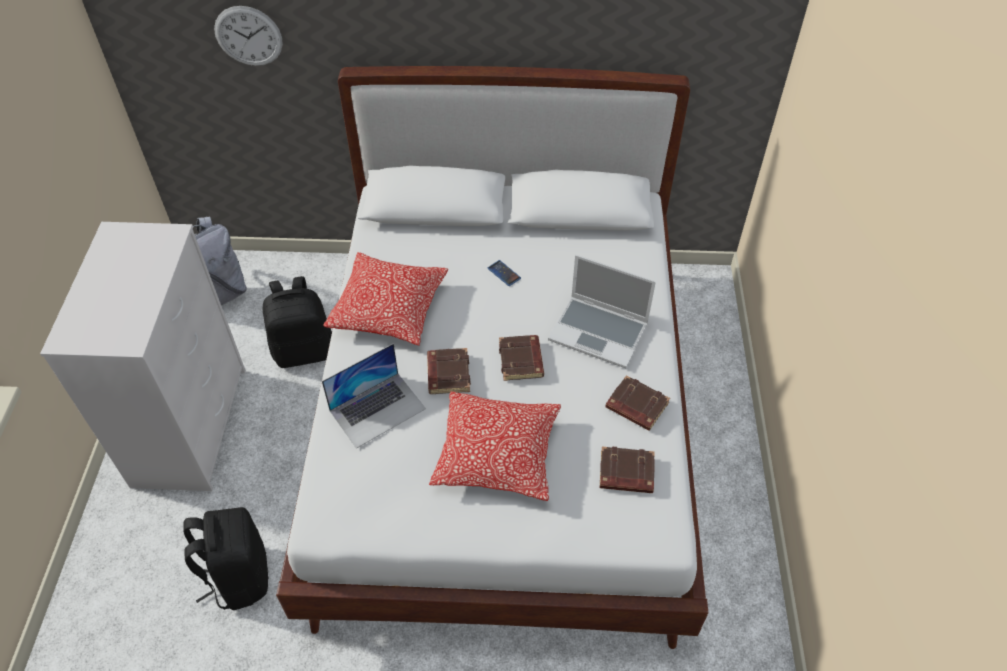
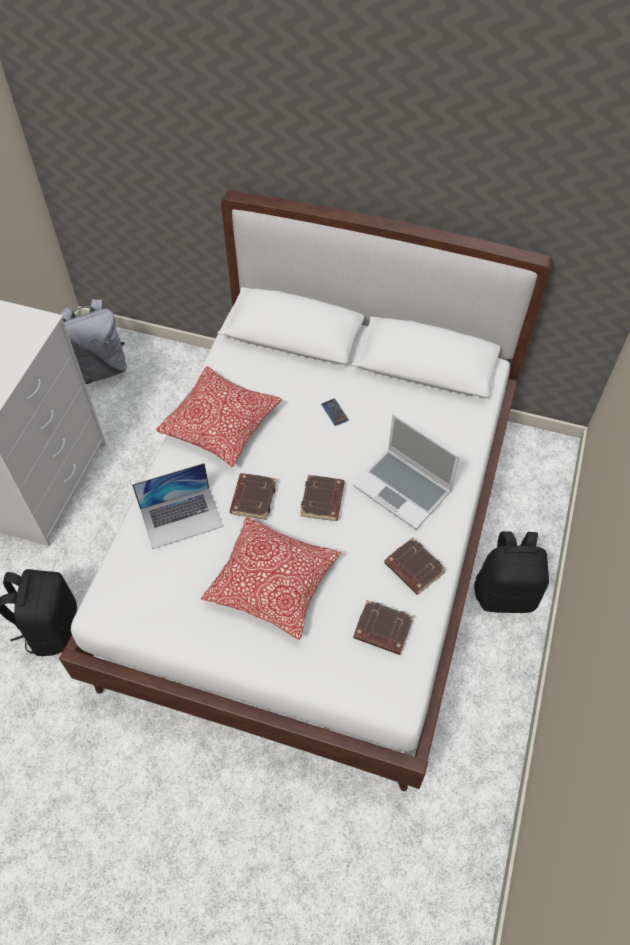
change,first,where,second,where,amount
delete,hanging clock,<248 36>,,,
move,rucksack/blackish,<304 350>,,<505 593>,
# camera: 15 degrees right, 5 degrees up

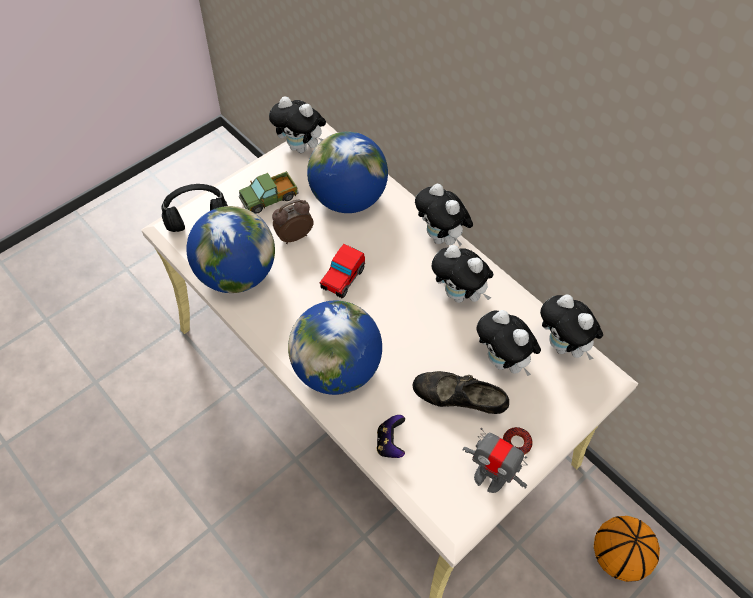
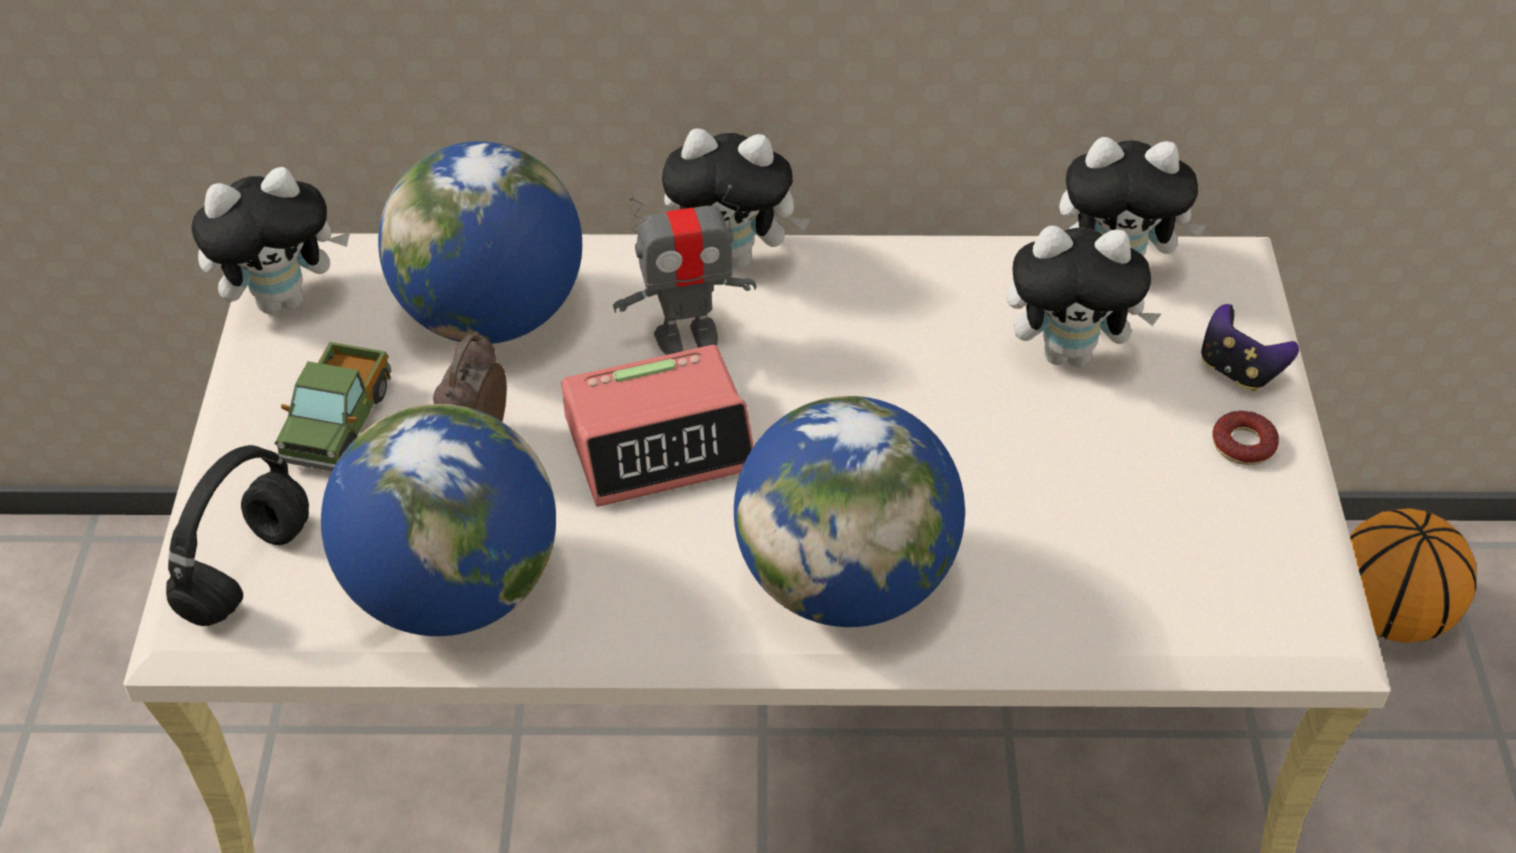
change,first,where,second,where,amount
delete,shoe/blackish,<457 401>,,,
delete,cuddly toy,<459 295>,,,
move,game controller,<390 443>,,<1238 371>,
move,robot figure,<489 478>,,<687 337>,
replace,toy car,<342 279>,bedside clock,<660 442>,
# camera: 45 degrees left, 10 degrees down

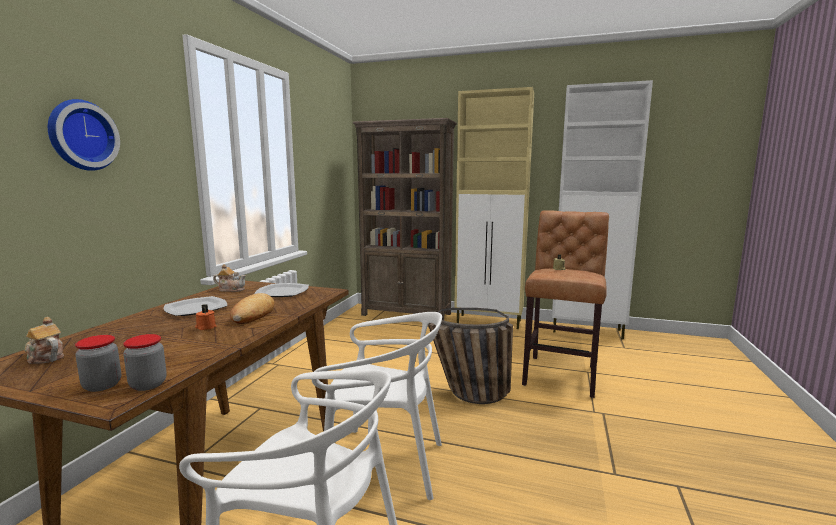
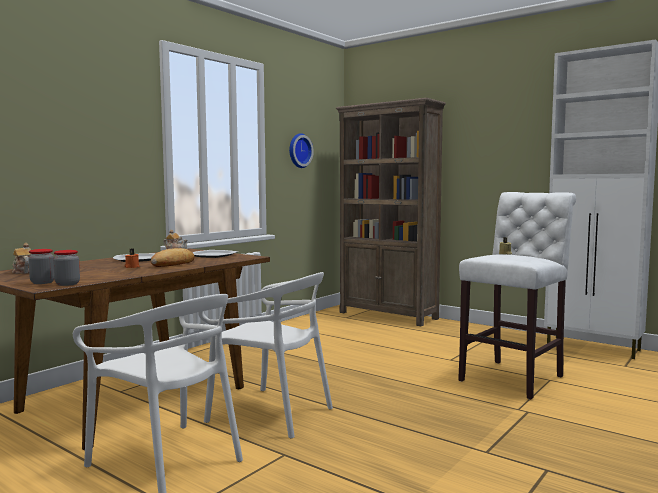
change,first,where,second,where,amount
delete,basket,<466 394>,,,
delete,cabinet/beige,<489 322>,,,
move,hanging clock,<81 135>,,<298 151>,
recolor,sitting stool/brownish,<561 373>,sitting stool/whitish,<515 377>,
# camera: 20 degrees right, 5 degrees down

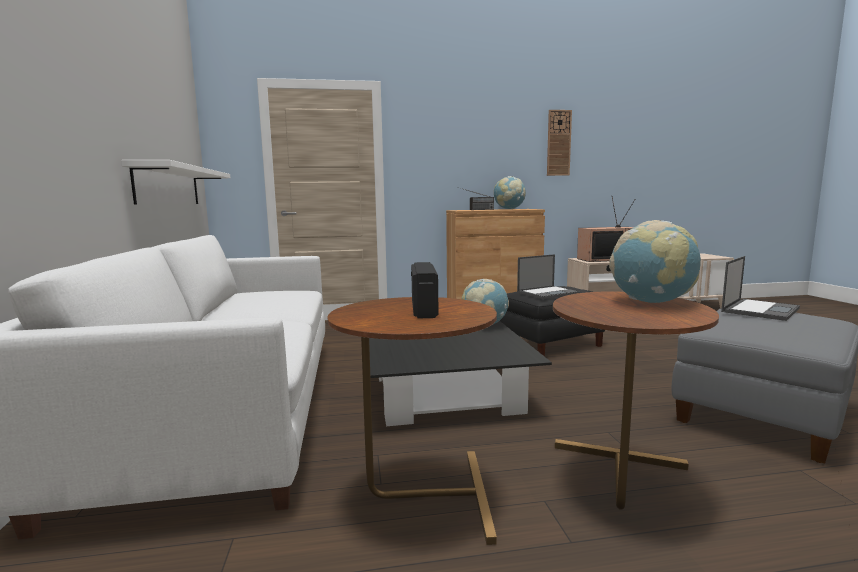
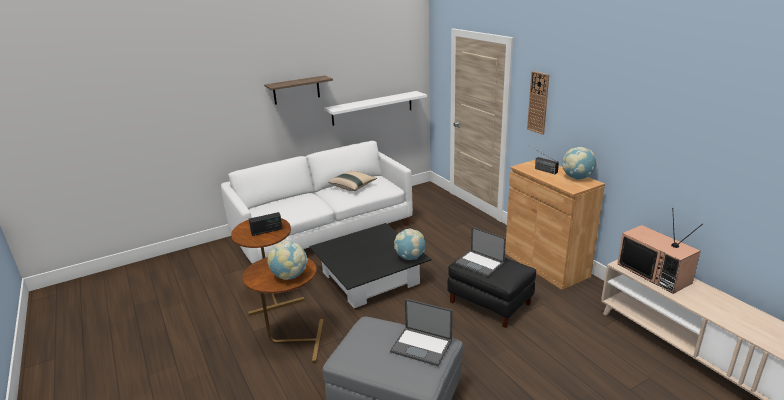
change,first,where,second,where,amount
insert,,,wall shelf,<296 90>,
insert,,,pillow/beige,<353 187>,
move,hanging clock,<558 143>,,<538 102>,
# camera: 70 degrees right, 15 degrees up

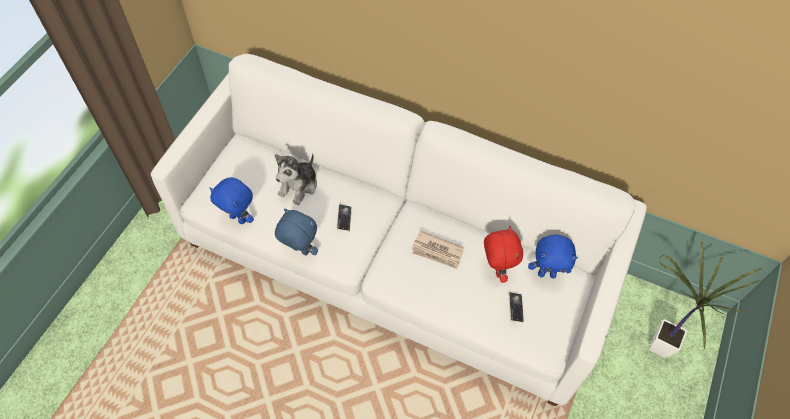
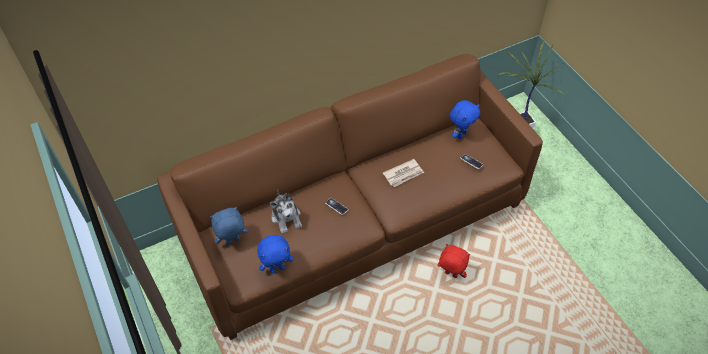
change,first,where,second,where,amount
move,cuddly toy/bluish,<299 251>,,<232 242>,
move,cuddly toy/reddish,<496 269>,,<450 275>,
recolor,sofa/whitish,<394 260>,sofa/brownish,<355 223>,
# camera: 50 degrees left, 5 degrees down

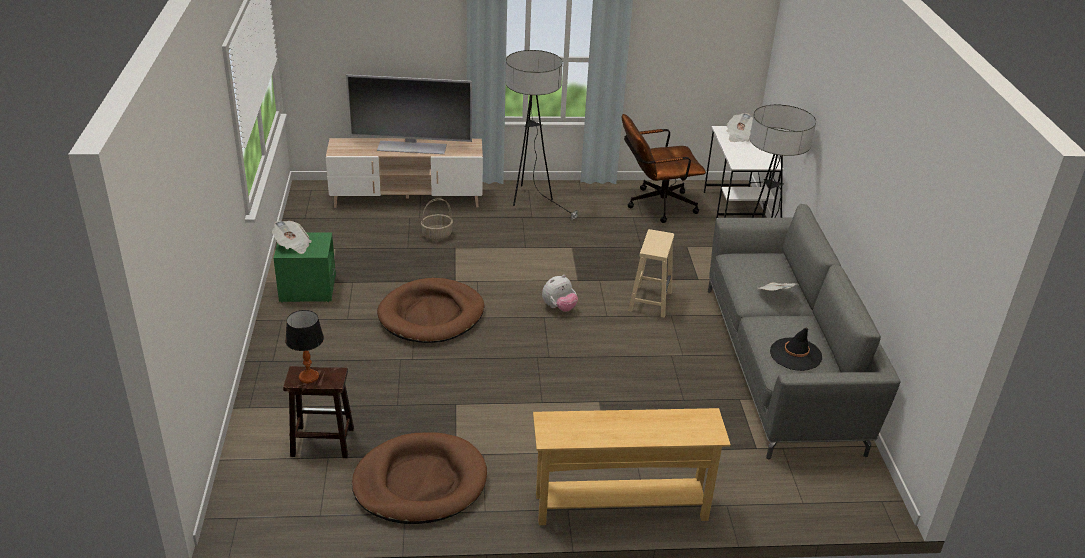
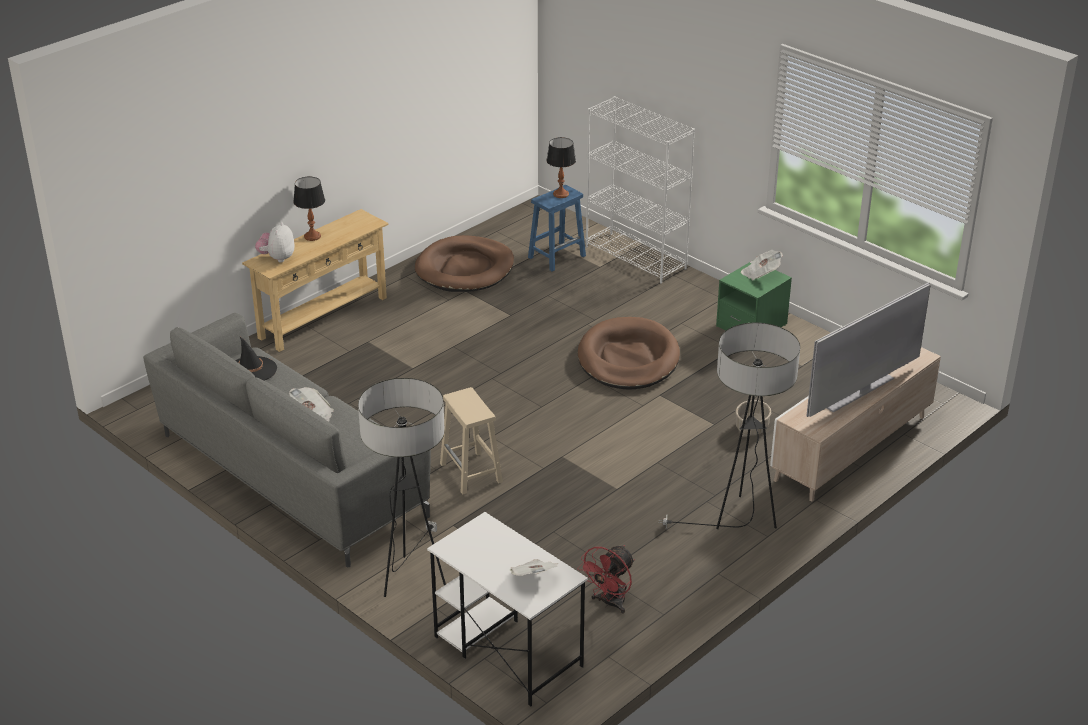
change,first,where,second,where,amount
insert,,,lamp for a table,<312 237>,
insert,,,bookshelf/whitish,<636 258>,
move,cuddly toy,<559 308>,,<277 258>,
replace,computer chair/brownish,<655 205>,fan/reddish,<609 603>,
recolor,sitting stool/brownish,<321 442>,sitting stool/bluish,<557 256>,
# camera: 140 degrees right, 0 degrees up

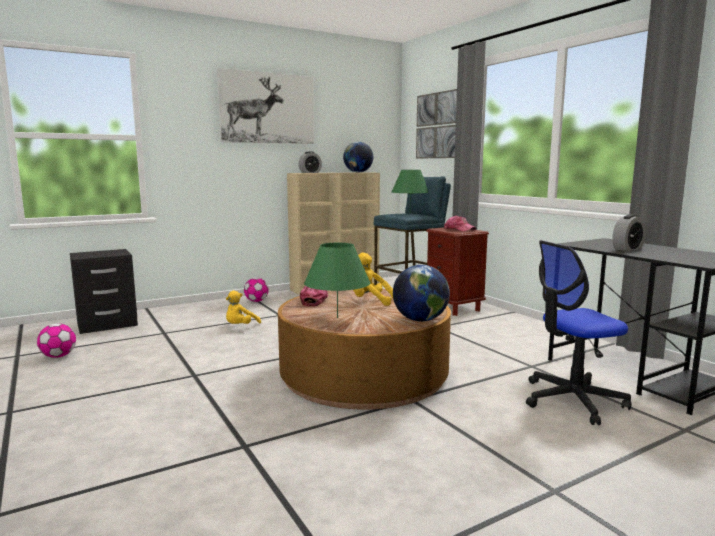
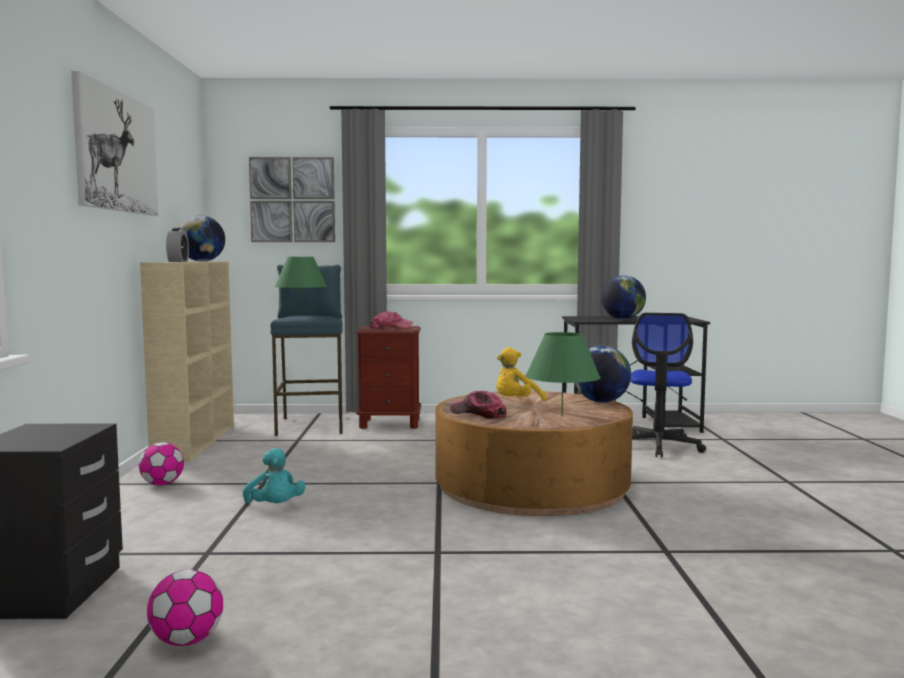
change,first,where,second,where,amount
replace,bedside clock,<627 249>,world globe,<622 319>,
recolor,cuddly toy/yellow-coloured,<240 327>,cuddly toy/turquoise,<275 507>,
# camera: 60 degrees left, 5 degrees down

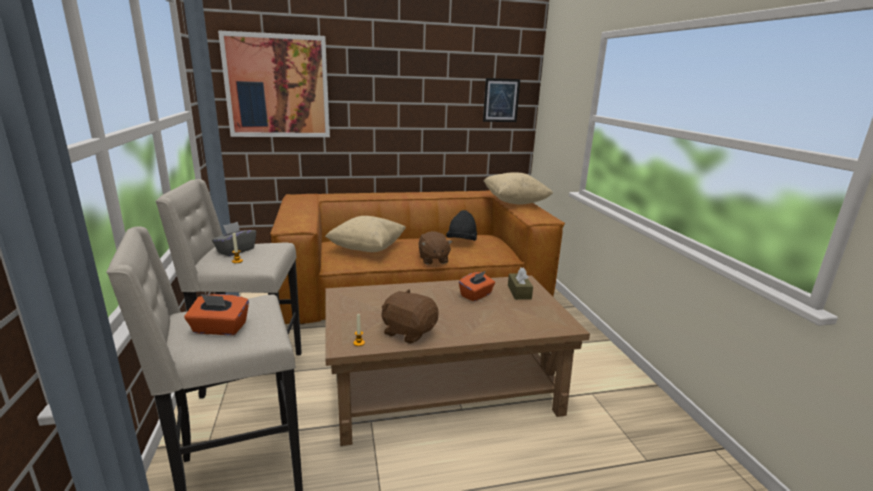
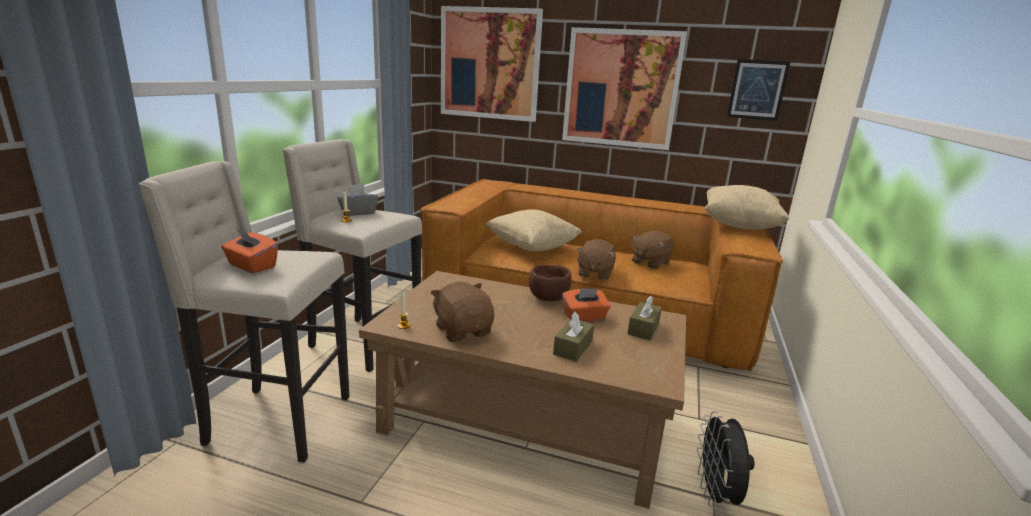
change,first,where,second,where,amount
insert,,,bowl/brownish,<549 299>,
insert,,,box of tissues/brownish,<573 348>,
insert,,,wall picture,<621 89>,
insert,,,fan/blackish,<716 495>,
replace,hat/blackish,<461 241>,cuddly toy/brownish,<649 262>,
# camera: 30 degrees right, 0 degrees up

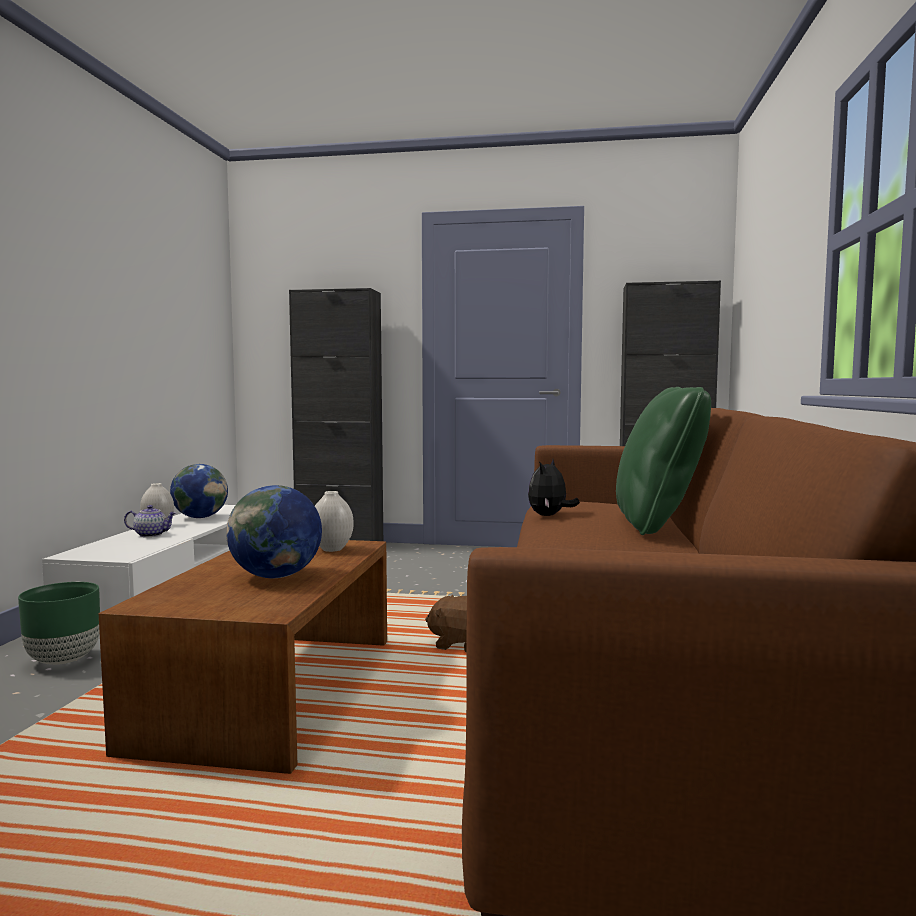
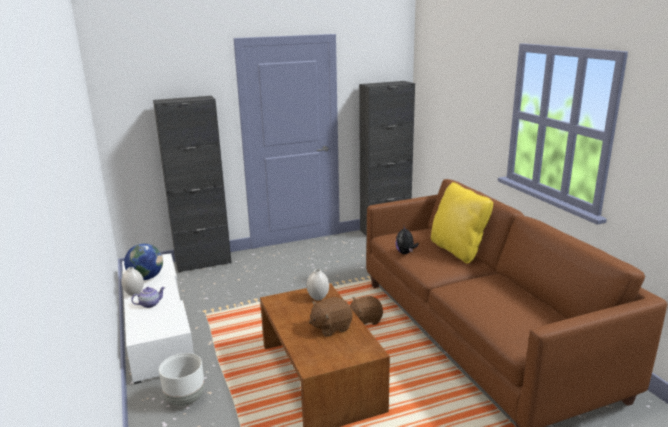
change,first,where,second,where,amount
replace,world globe,<276 576>,cuddly toy/brownish,<331 327>,
recolor,flower pot/green-coloured,<63 659>,flower pot/whitish,<185 399>,
recolor,pillow/green-coloured,<658 524>,pillow/yellow-coloured,<458 250>,
# camera: 30 degrees left, 15 degrees up

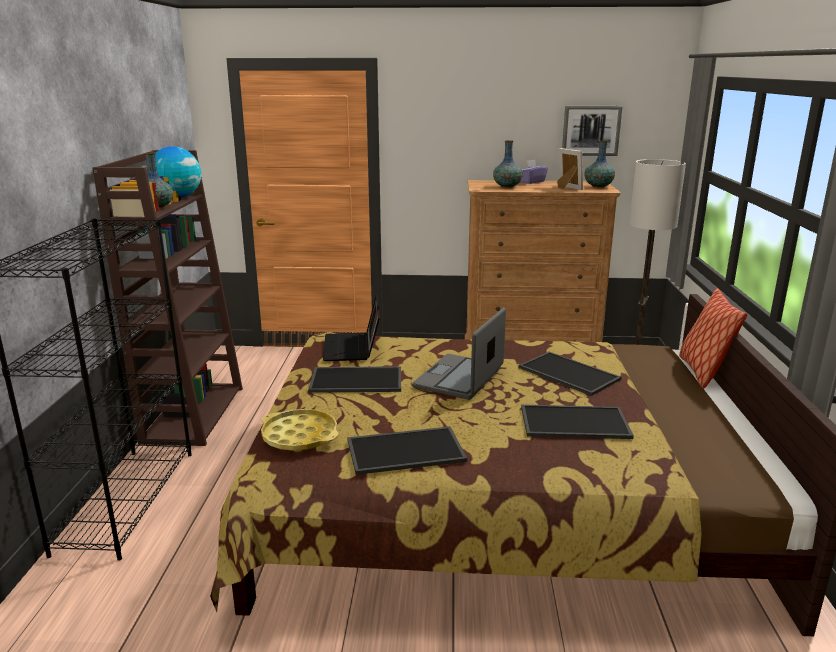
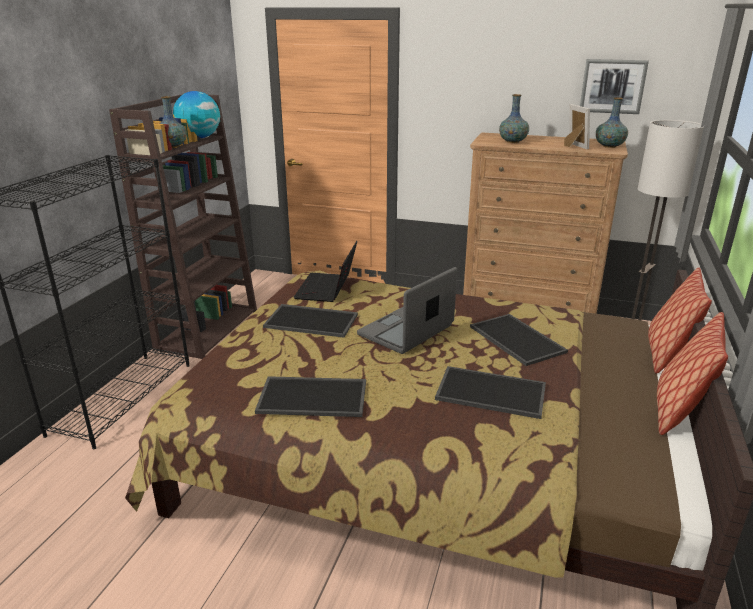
change,first,where,second,where,amount
delete,tray/yellow-coloured,<300 436>,,,
delete,box of tissues/purplish,<531 182>,,,
insert,,,pillow,<679 412>,
# camera: 15 degrees right, 5 degrees up

